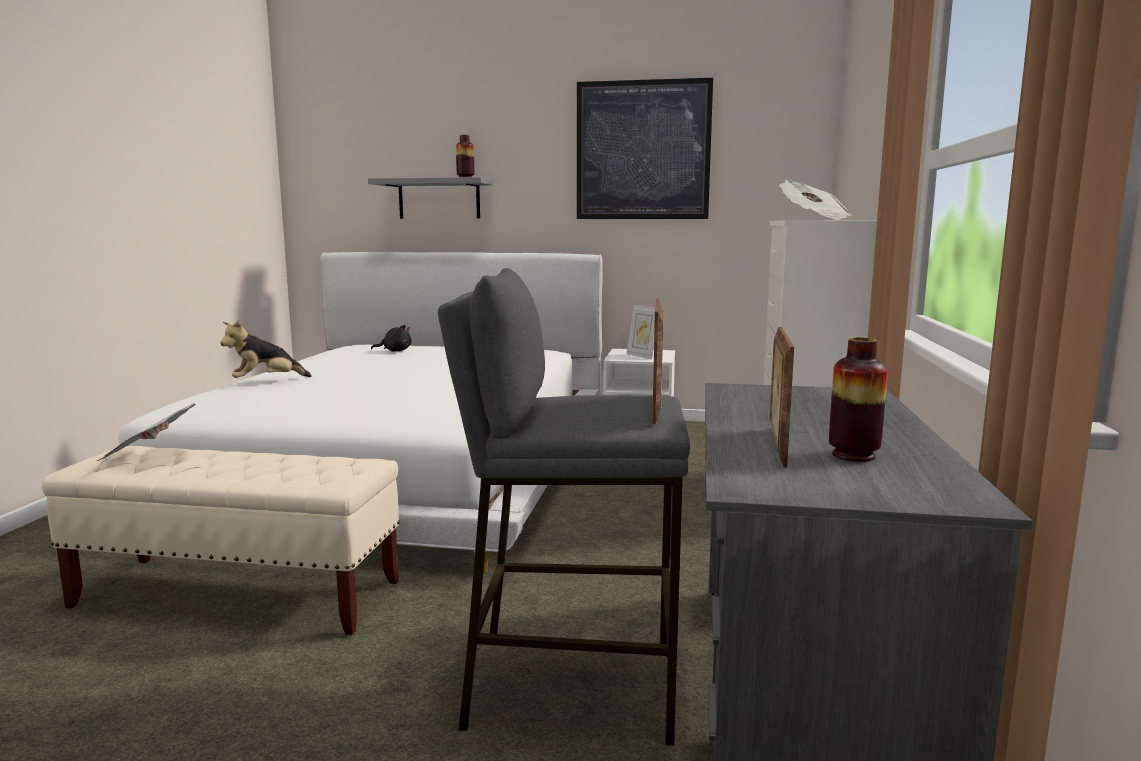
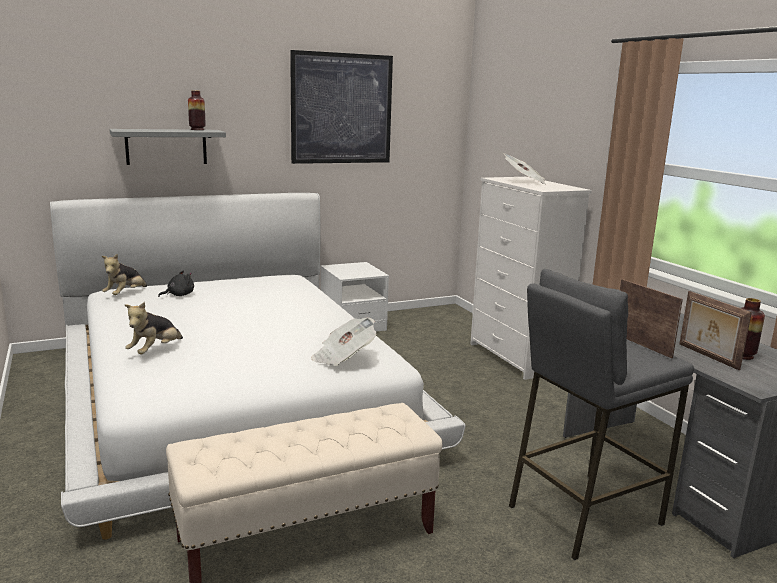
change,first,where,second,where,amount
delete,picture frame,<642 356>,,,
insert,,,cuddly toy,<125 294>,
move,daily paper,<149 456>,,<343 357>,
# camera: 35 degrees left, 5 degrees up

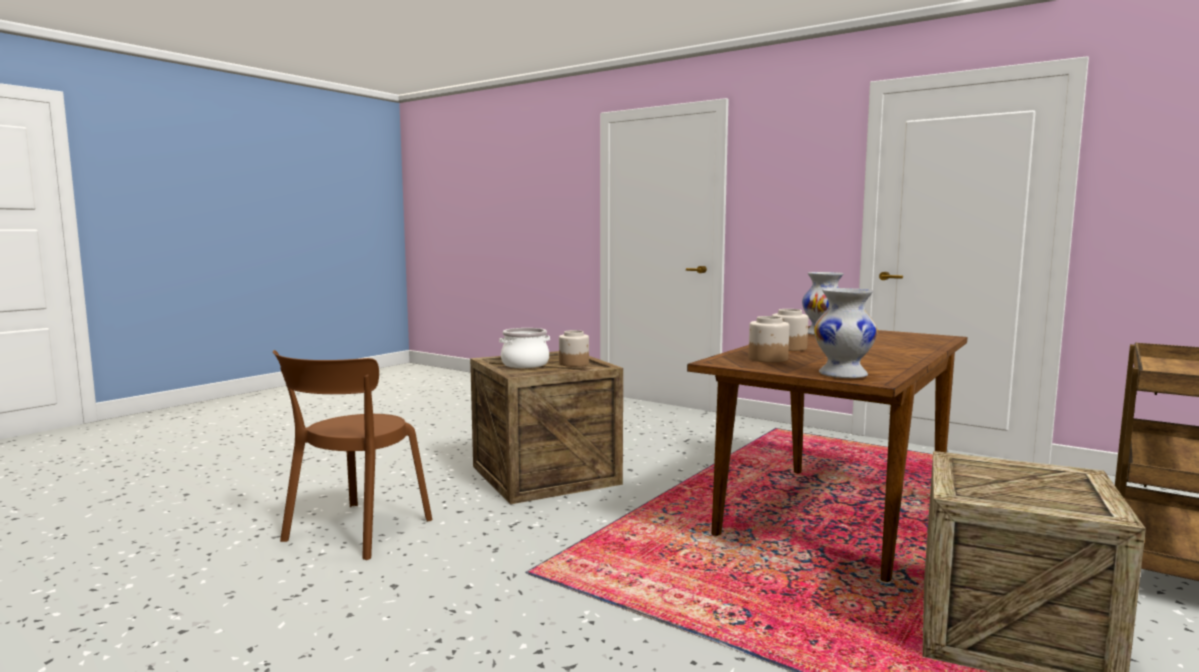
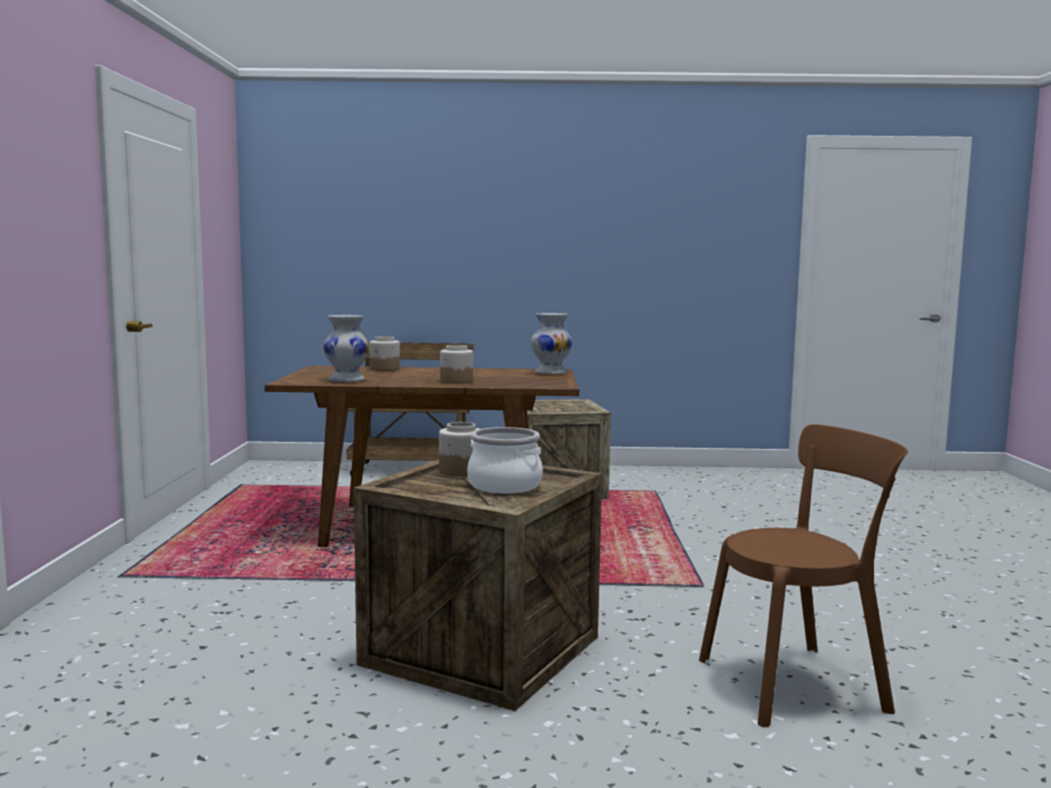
change,first,where,second,where,amount
move,jar,<767 359>,,<384 369>,
# camera: 125 degrees left, 0 degrees up

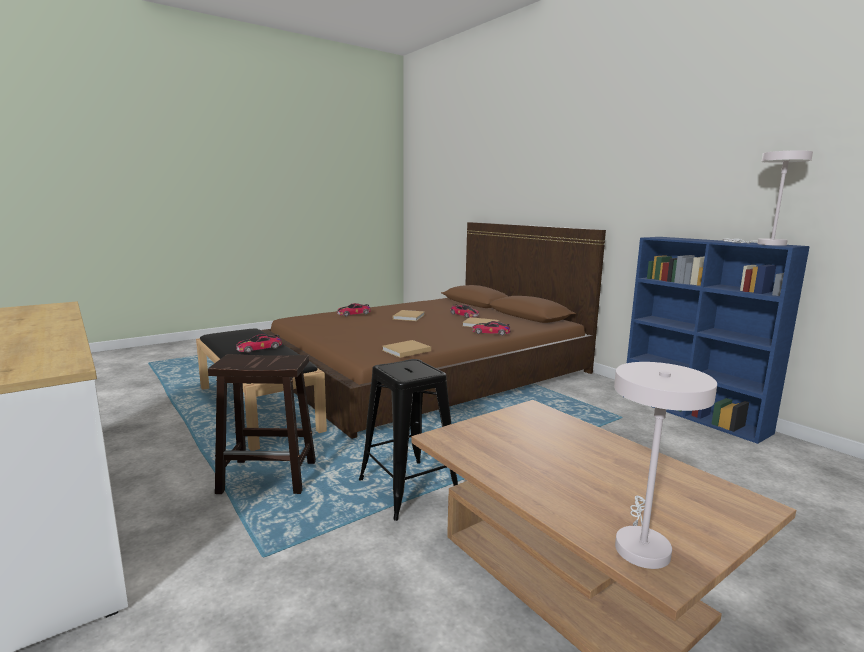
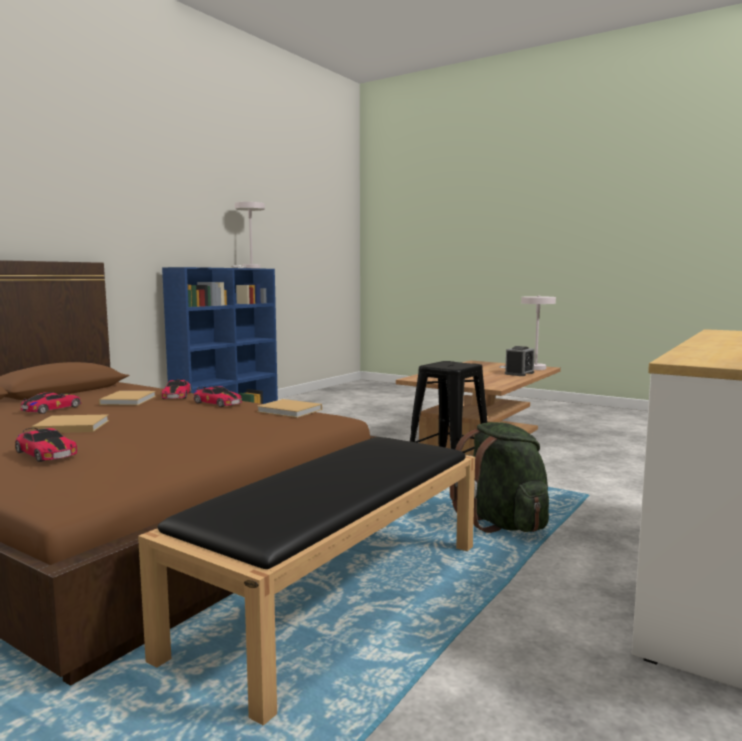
change,first,where,second,where,amount
insert,,,bedside clock,<519 373>,
move,toy car,<259 348>,,<217 403>,
replace,sitting stool/brownish,<270 476>,rucksack/green-coloured,<502 523>,
# camera: 110 degrees left, 5 degrees down

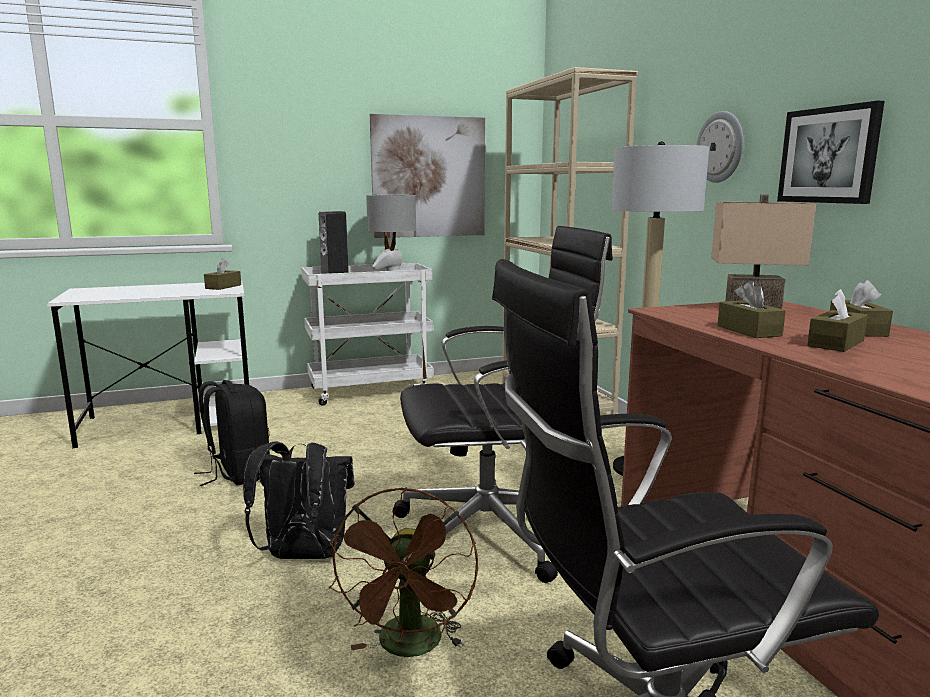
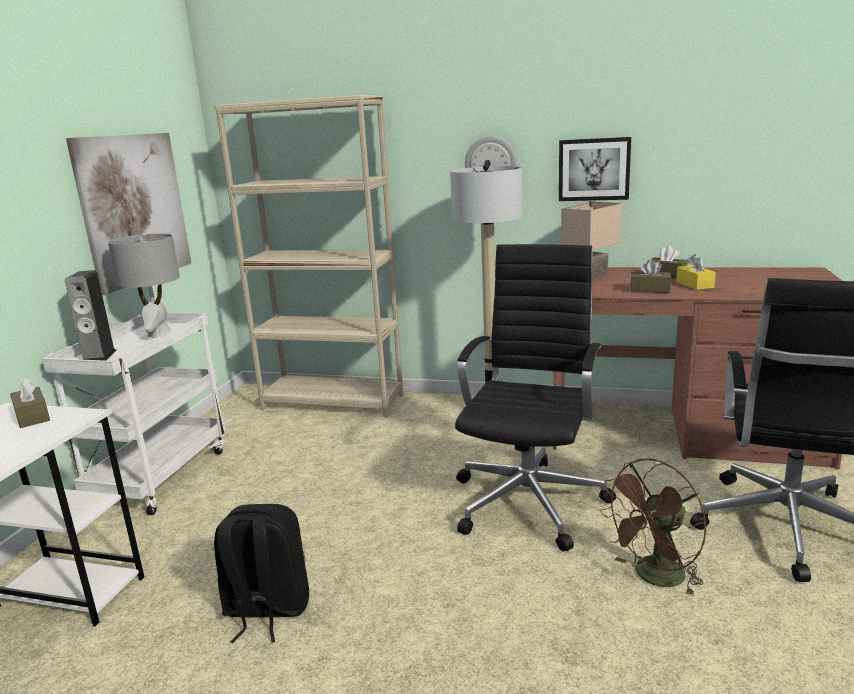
change,first,where,second,where,amount
delete,rucksack/blackish,<303 556>,,,
recolor,box of tissues/brownish,<835 343>,box of tissues/yellow-coloured,<694 285>,
rotate,fan/brownish,<410 648>,,<654 578>,105 degrees clockwise
# camera: 55 degrees left, 5 degrees up

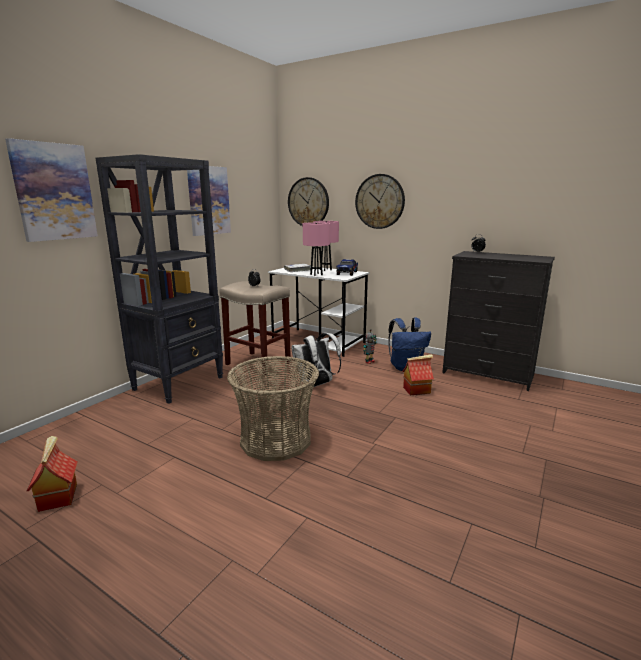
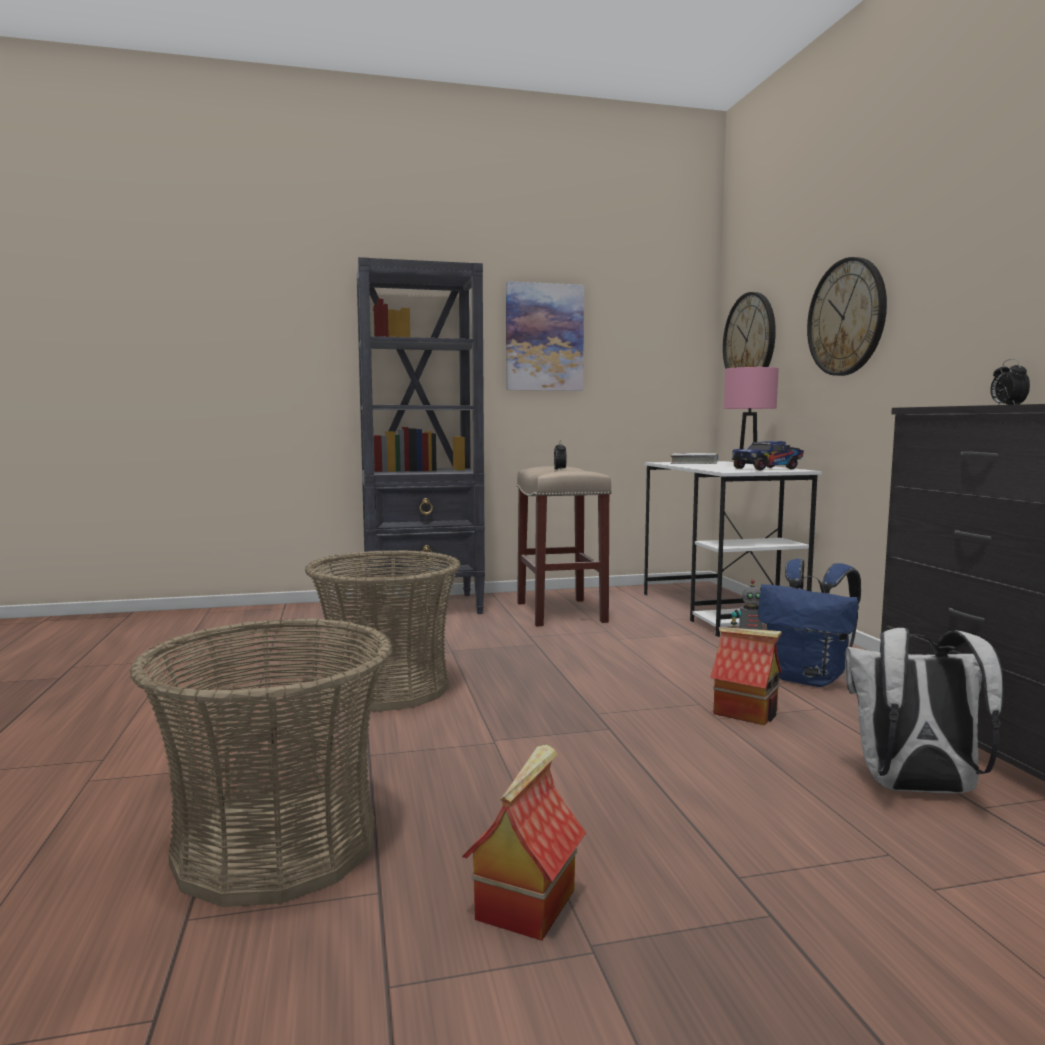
change,first,where,second,where,amount
delete,wall picture,<54 192>,,,
delete,lamp for a table/pinkish,<316 274>,,,
insert,,,basket,<276 845>,
move,model house,<57 497>,,<525 903>,
move,rucksack/whitish,<316 385>,,<915 789>,
# camera: 45 degrees right, 10 degrees down

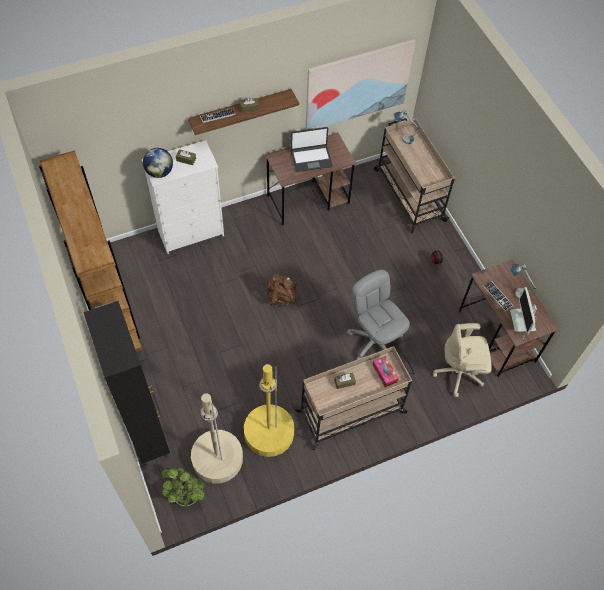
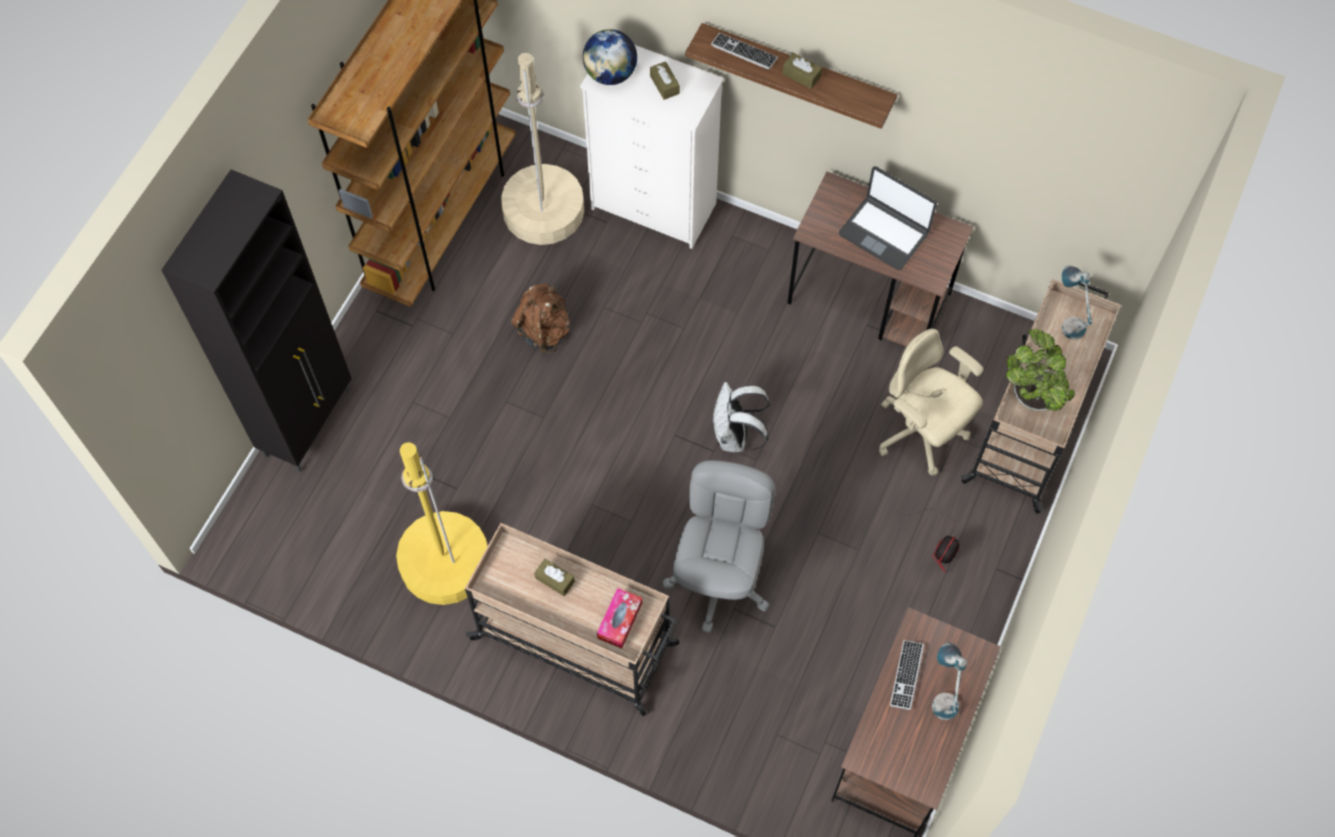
change,first,where,second,where,amount
delete,wall picture,<357 85>,,,
delete,computer display,<520 327>,,,
insert,,,rucksack/whitish,<735 437>,
move,potted plant,<185 494>,,<1033 394>,
move,standing lamp/beige,<217 458>,,<543 210>,
move,rucksack/brownish,<281 297>,,<544 330>,
move,computer chair/beige,<459 373>,,<921 433>,
# camera: 50 degrees right, 5 degrees up

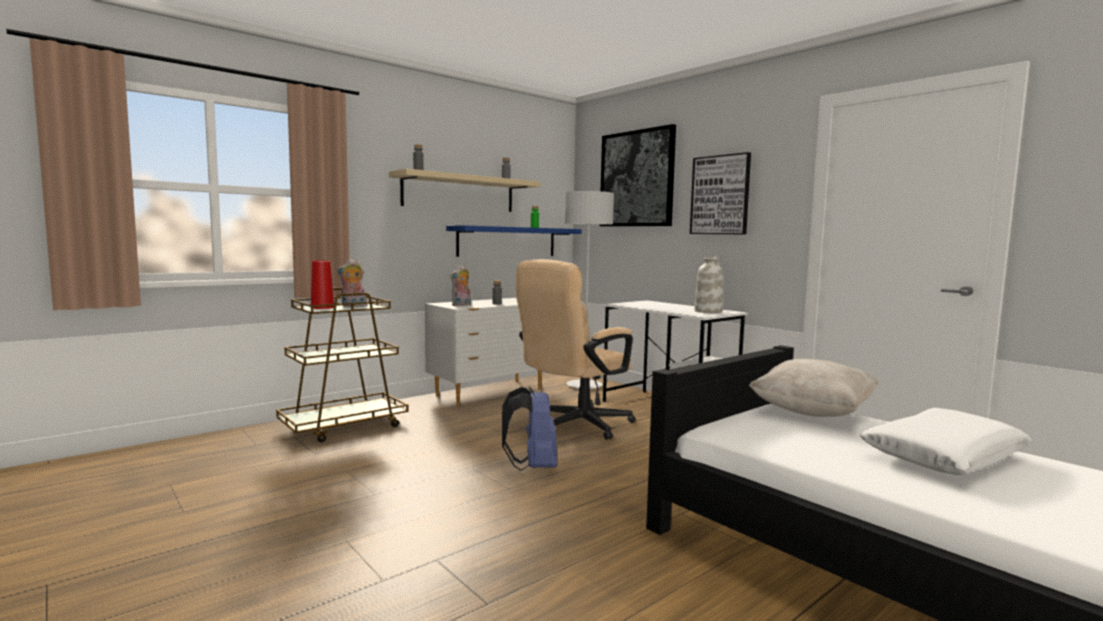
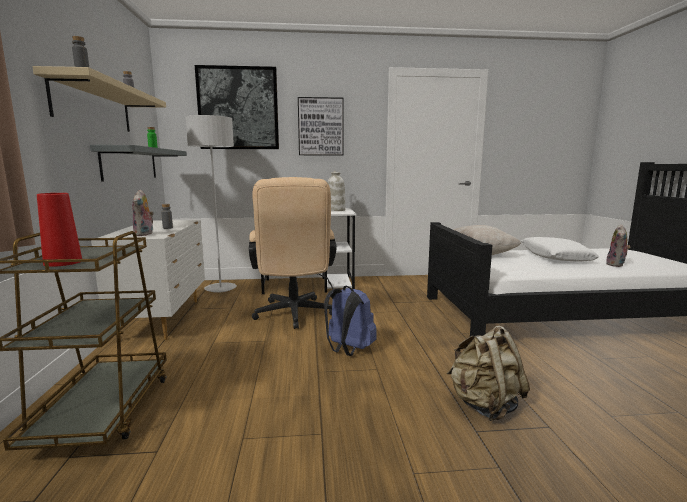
change,first,where,second,where,amount
insert,,,rucksack/beige,<484 405>,
move,cuddly toy,<353 306>,,<616 265>,
recolor,wall shelf/bluish,<507 241>,wall shelf/greyish,<130 164>,
# camera: 55 degrees left, 5 degrees up

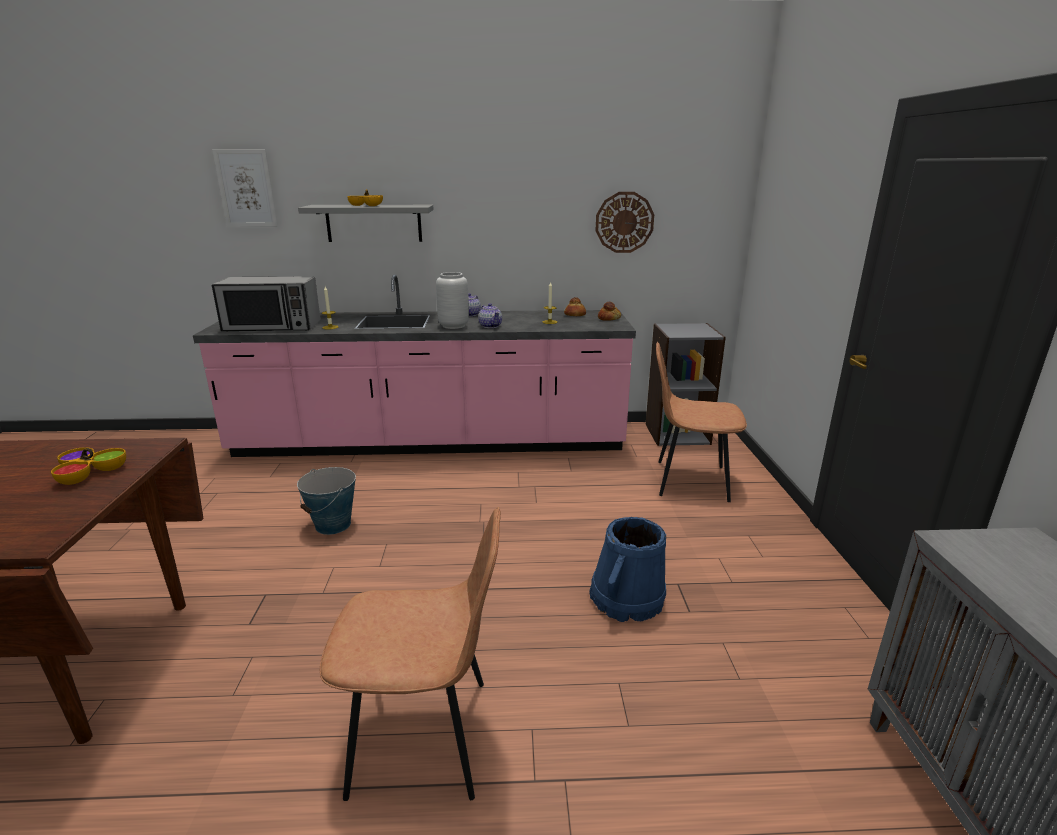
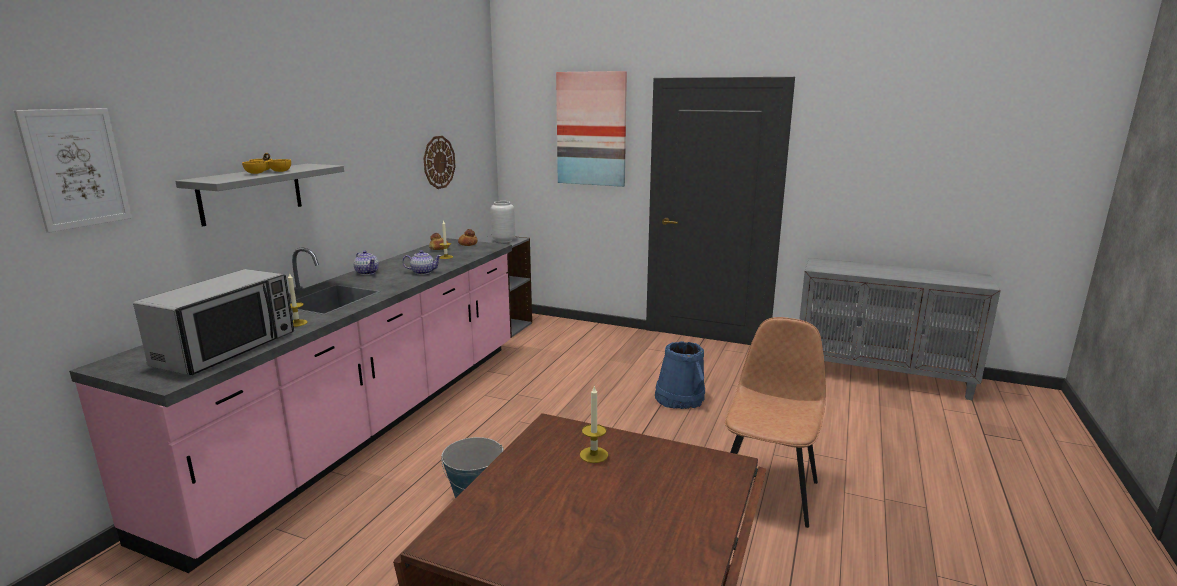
change,first,where,second,where,amount
delete,plain chair/brownish,<689 480>,,,
insert,,,wall picture,<591 129>,
move,flower vase/greyish,<453 326>,,<503 241>,
replace,bowl,<89 472>,wax light,<594 455>,
# camera: 65 degrees left, 5 degrees down

